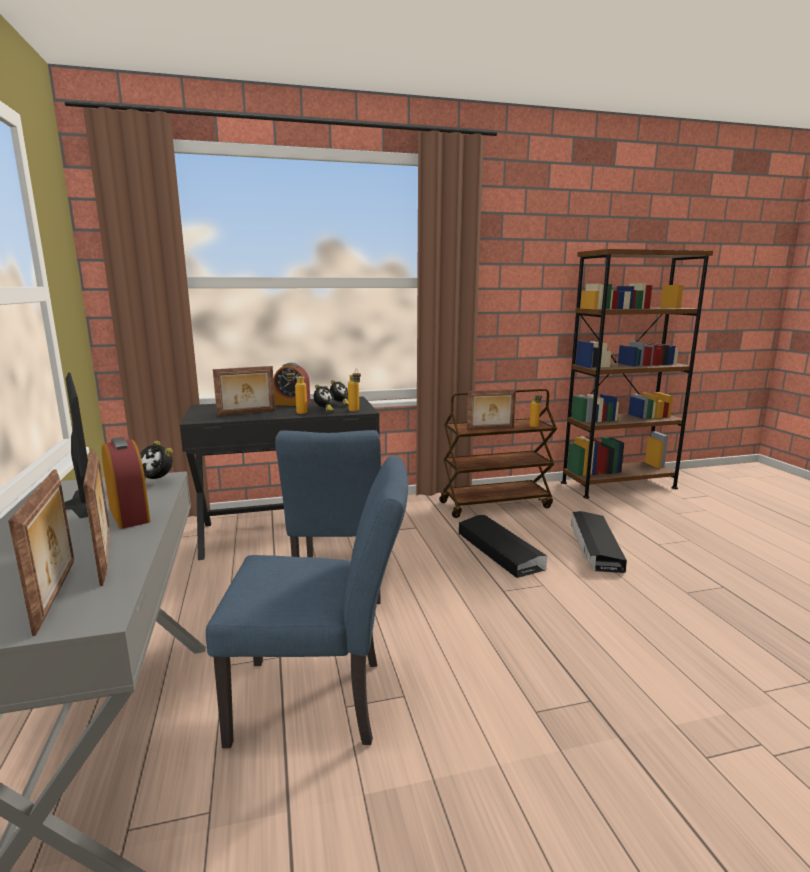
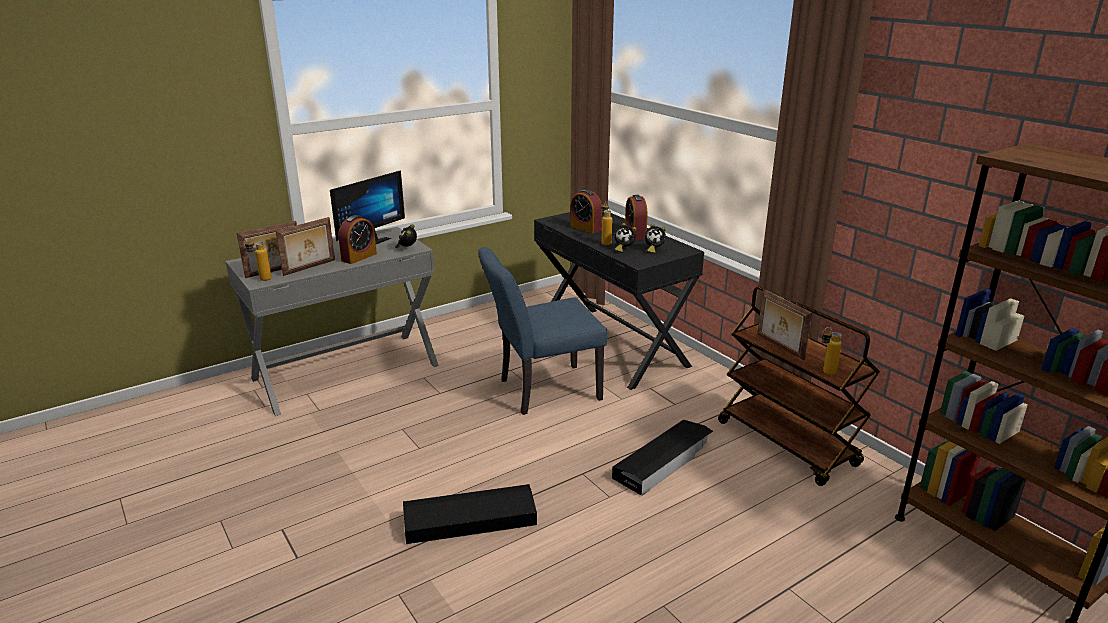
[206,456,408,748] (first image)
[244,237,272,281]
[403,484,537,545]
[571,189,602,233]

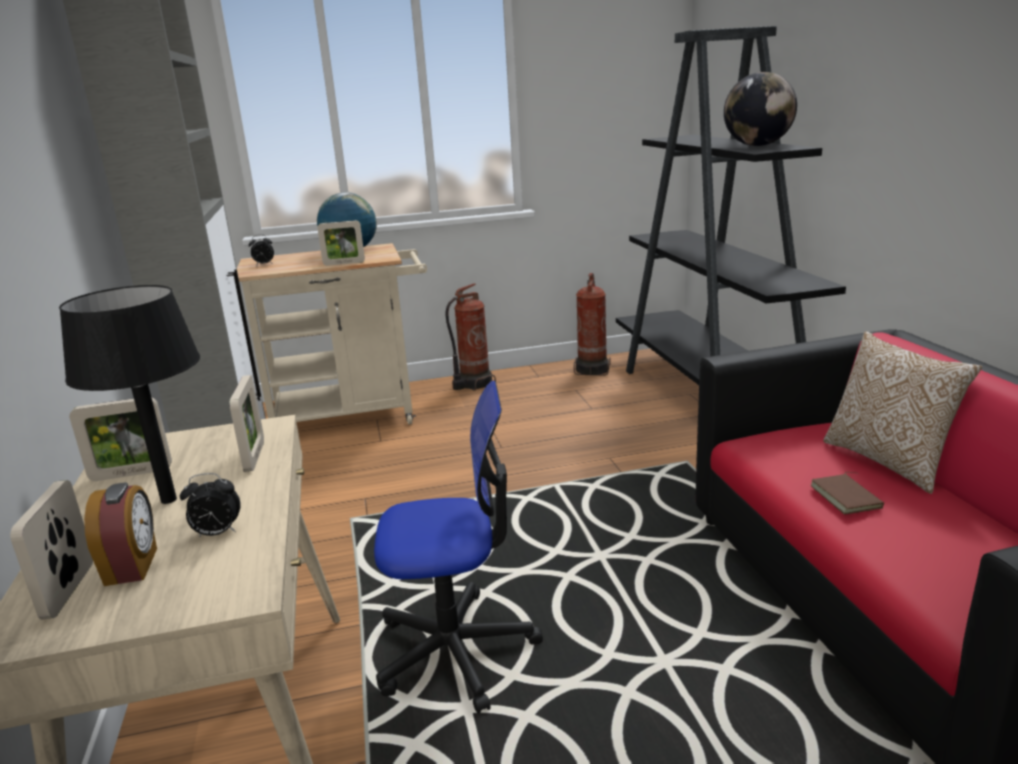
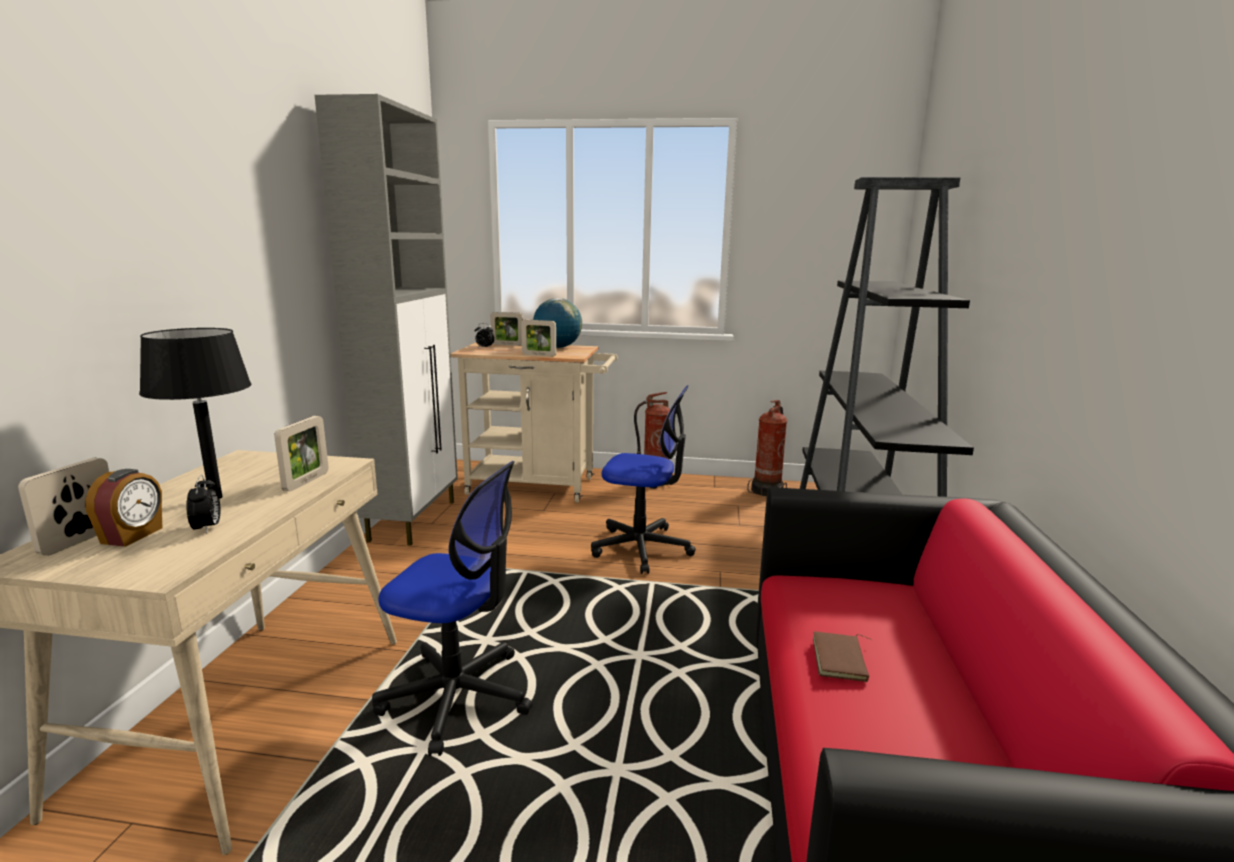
[724,72,797,146] (first image)
[823,331,982,494] (first image)
[591,385,696,574]
[490,312,523,346]
[186,475,220,534]

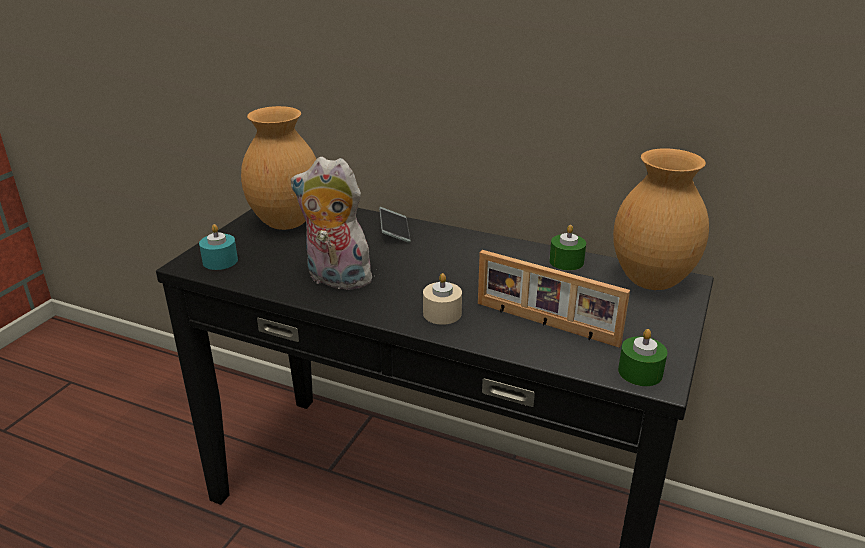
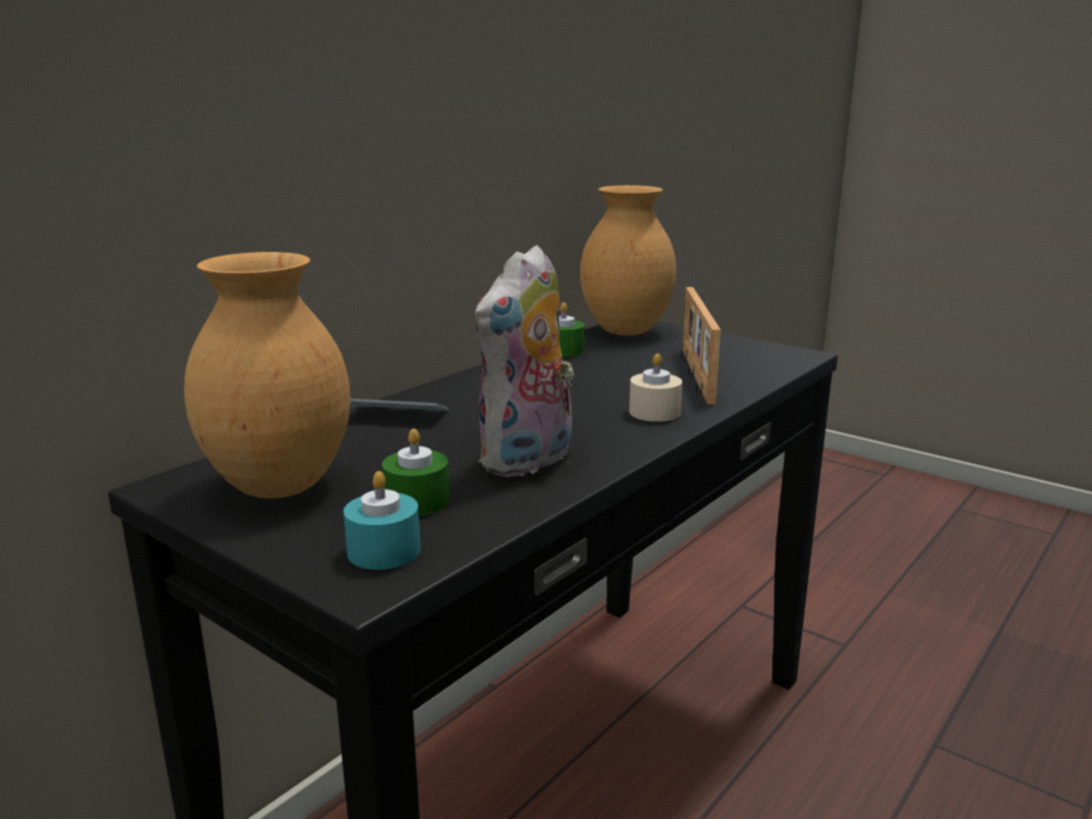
[382,429,450,516]
[681,287,721,404]

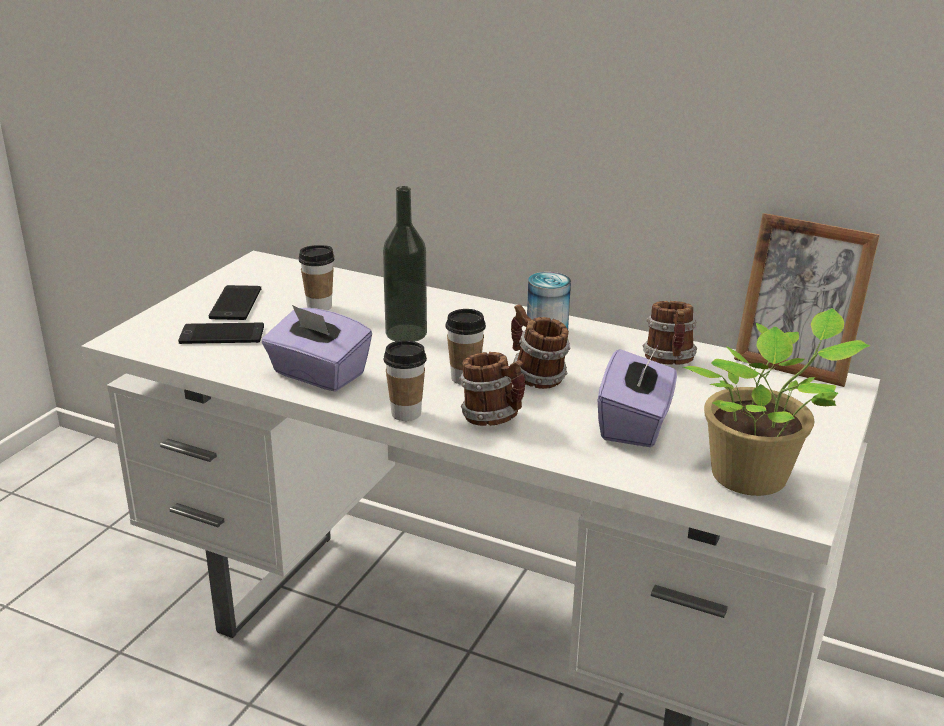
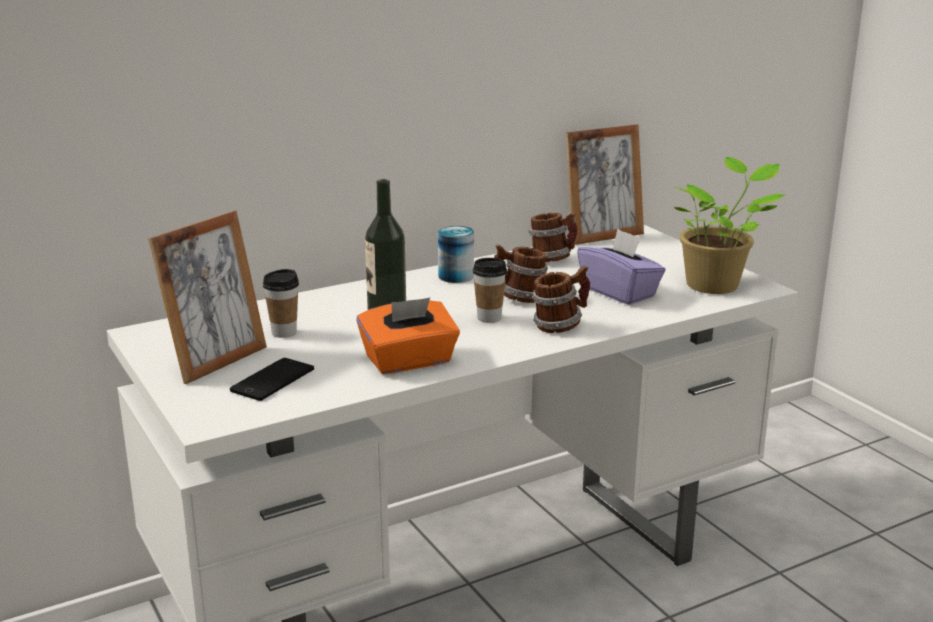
[384,340,427,421] (first image)
[148,210,267,384]
[357,298,460,374]

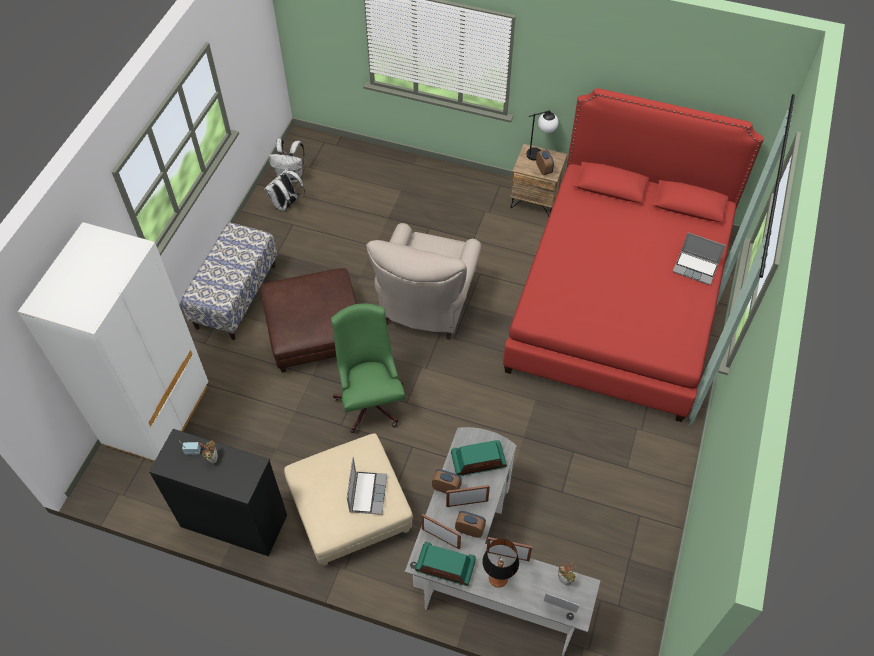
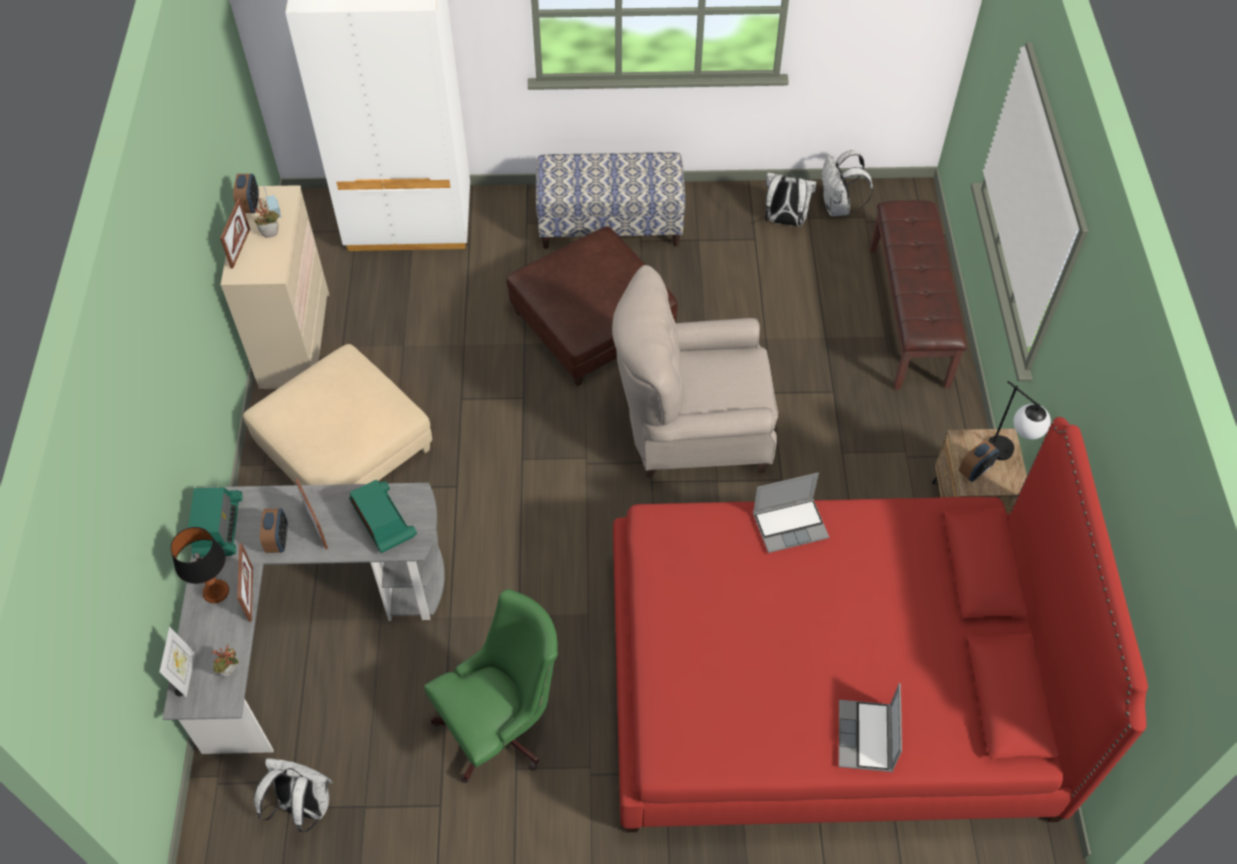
[254,759,333,832]
[870,200,967,390]
[424,589,558,783]
[753,473,829,553]
[220,198,250,269]
[233,174,259,213]
[221,185,329,390]

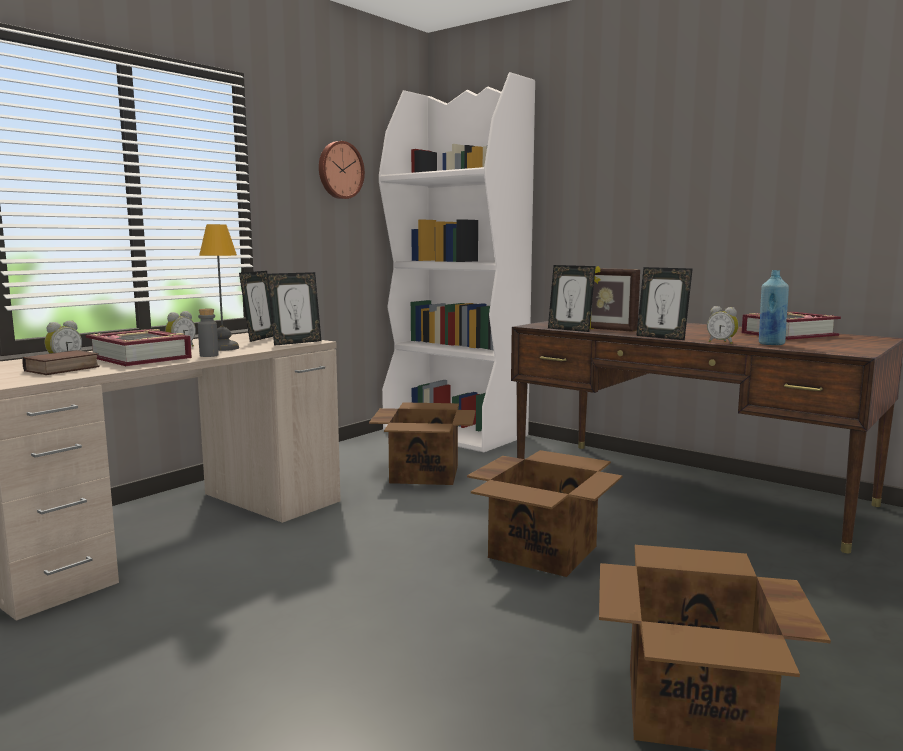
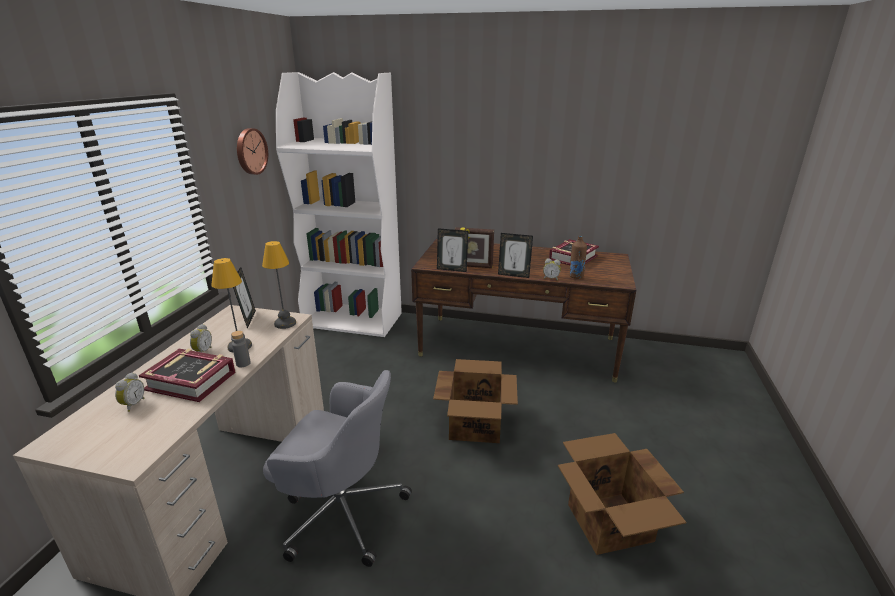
[22,350,100,375] (first image)
[369,402,476,485] (first image)
[263,370,412,567]
[262,241,296,329]
[569,236,587,279]

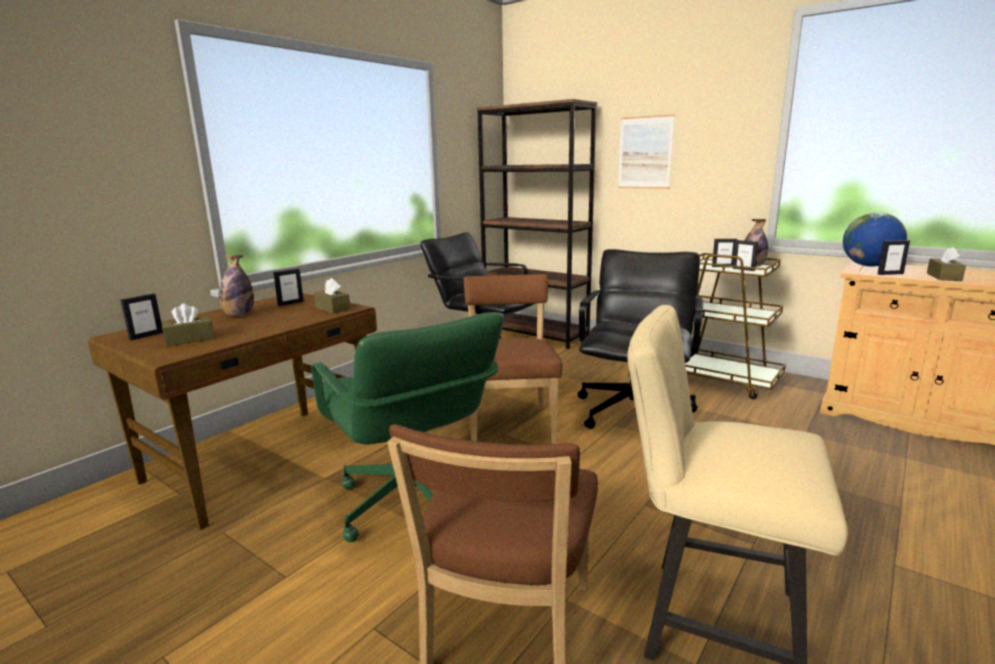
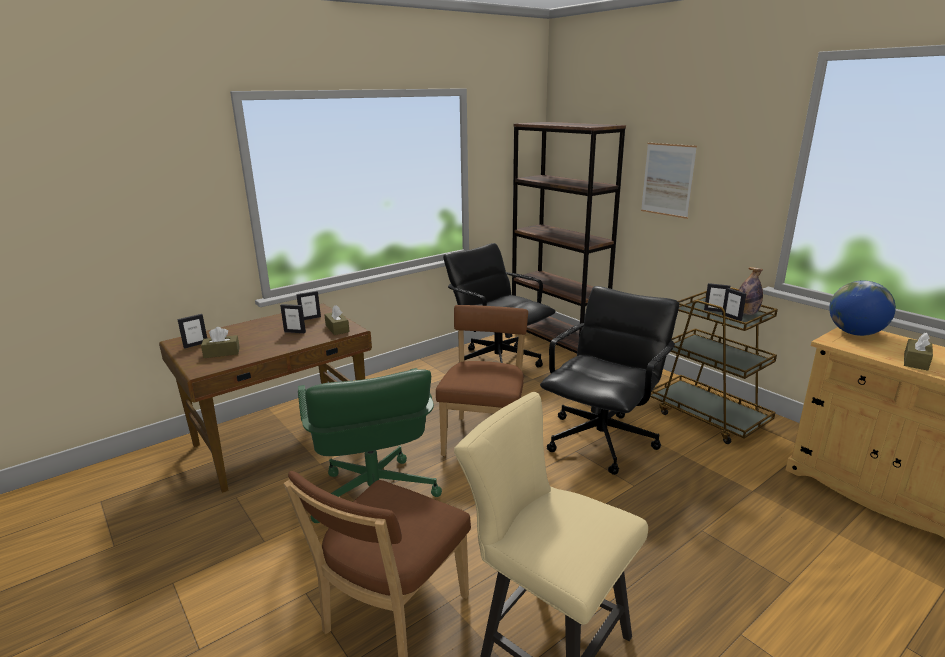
[219,255,254,316] (first image)
[280,304,306,333]

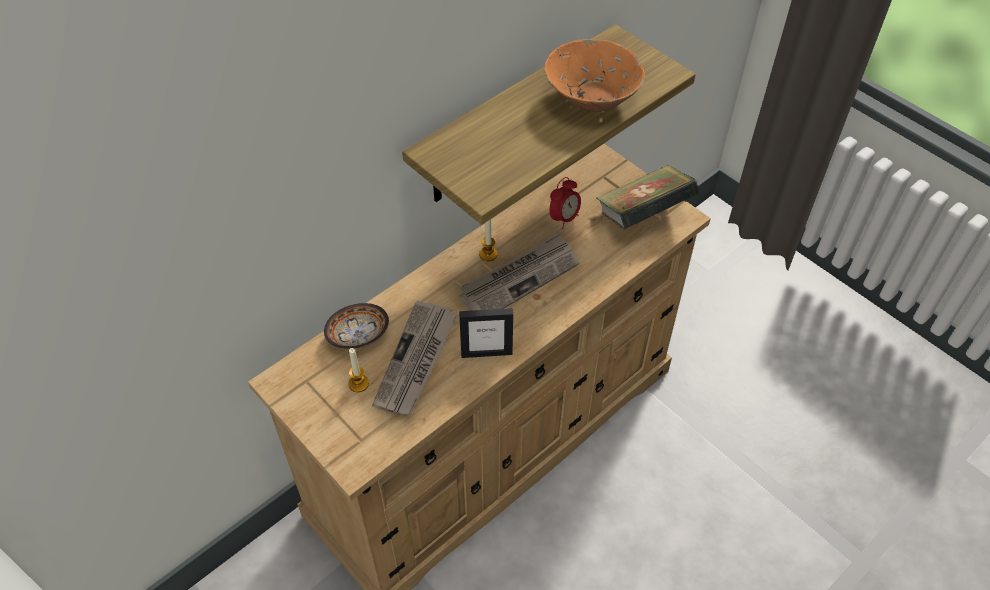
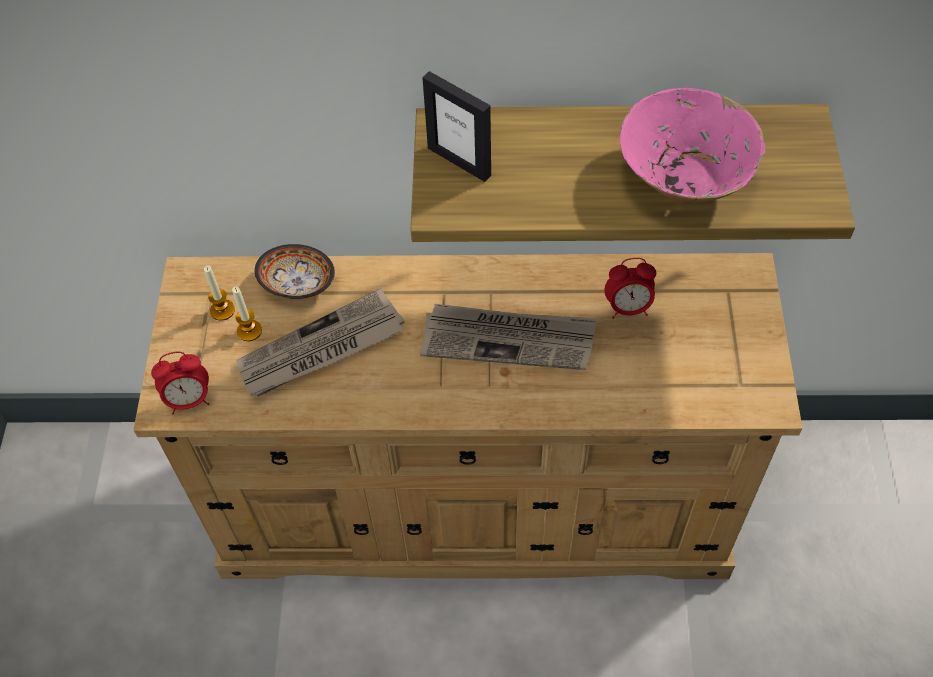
[597,165,699,229] (first image)
[151,352,209,415]
[422,71,491,182]
[204,265,235,321]
[620,88,765,203]

